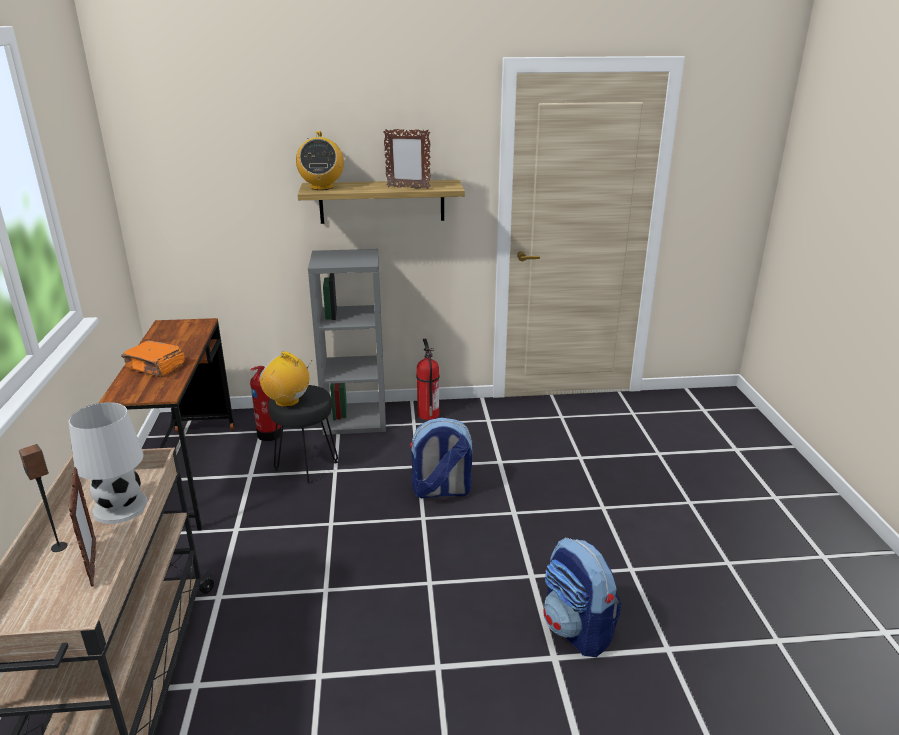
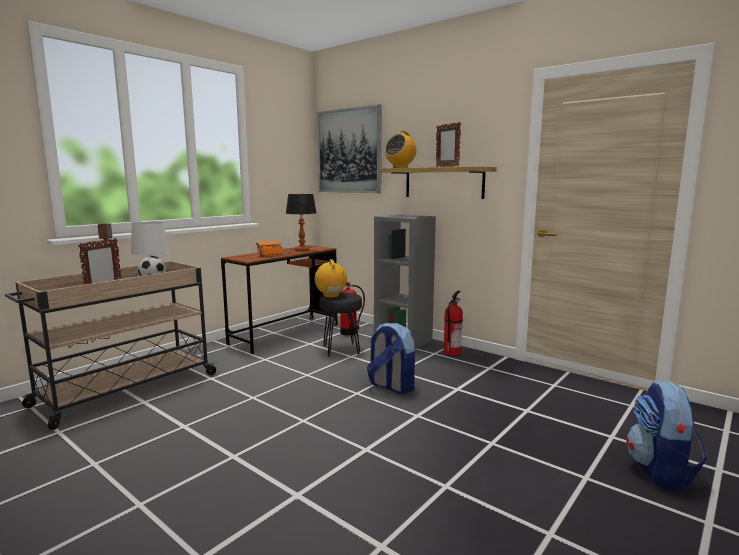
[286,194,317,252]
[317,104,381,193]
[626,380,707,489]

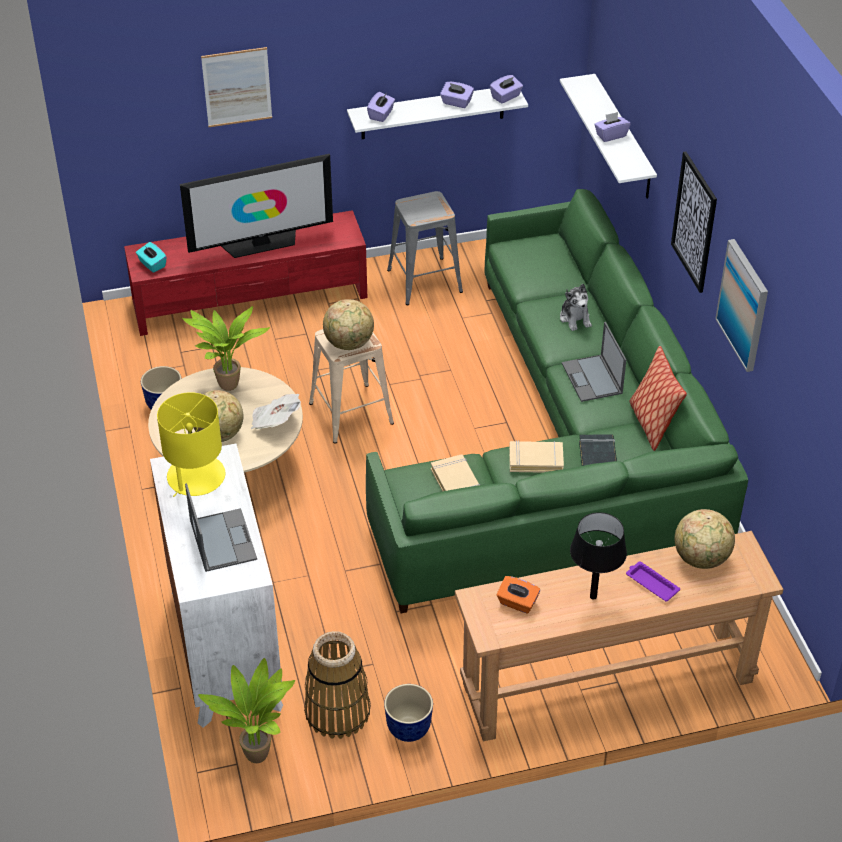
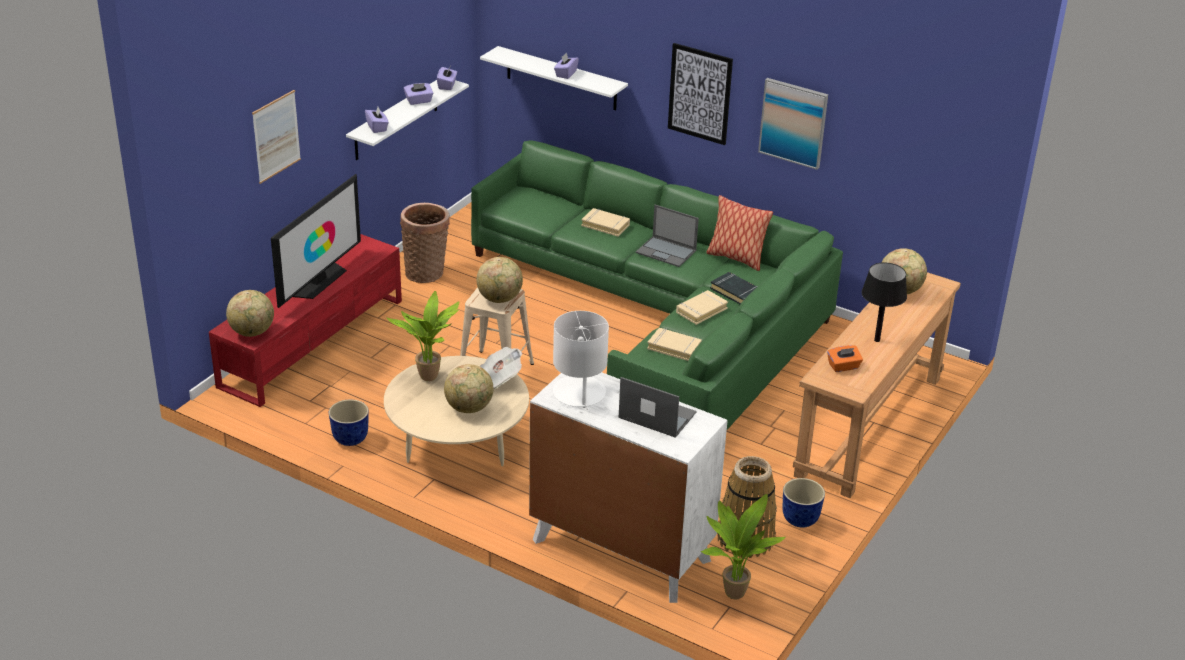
[626,561,680,601] (first image)
[226,290,274,337]
[400,203,450,283]
[581,208,630,236]
[553,311,609,410]

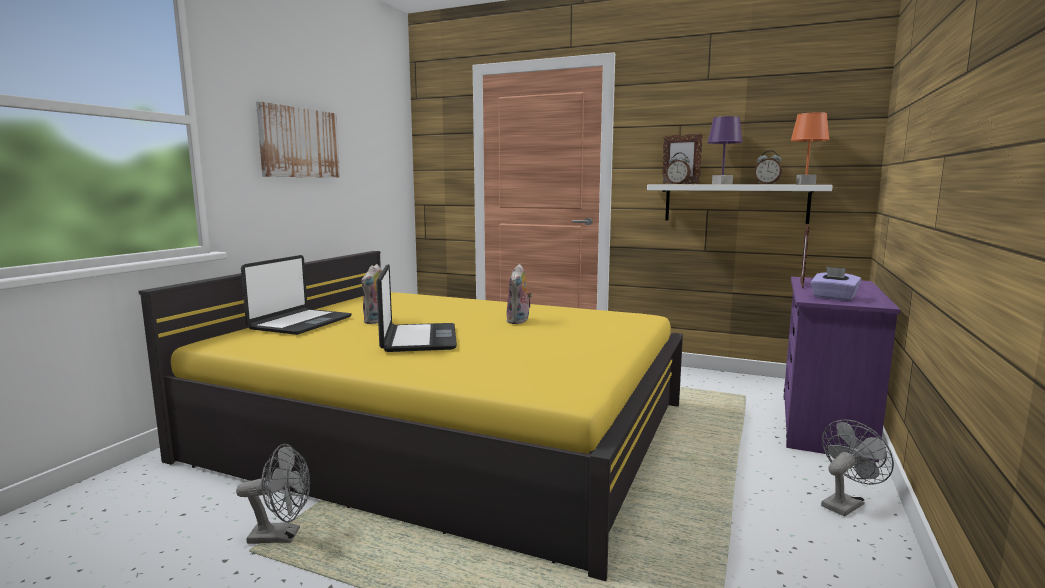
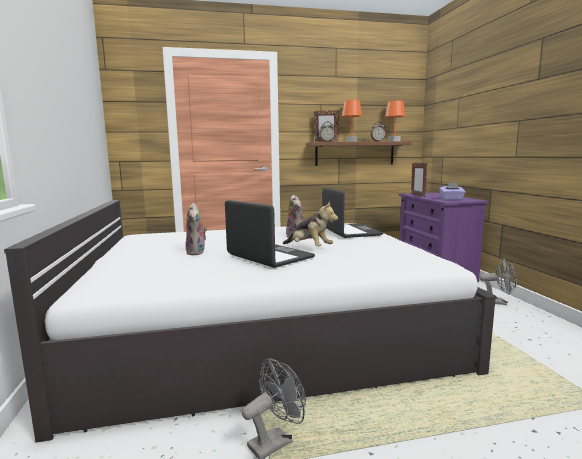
[256,102,340,178] (first image)
[283,202,338,246]
[322,187,383,238]
[4,200,497,443]
[307,141,412,166]
[342,100,362,142]
[480,258,517,305]

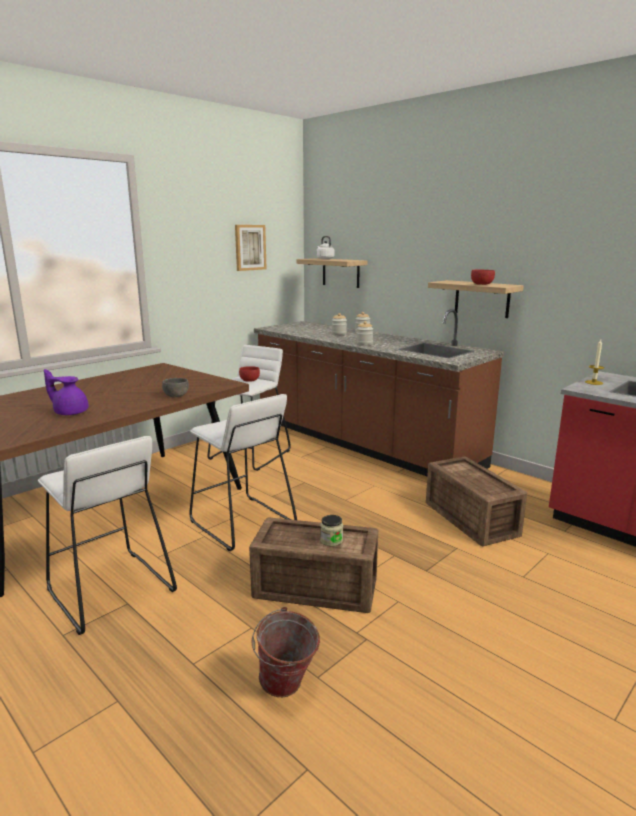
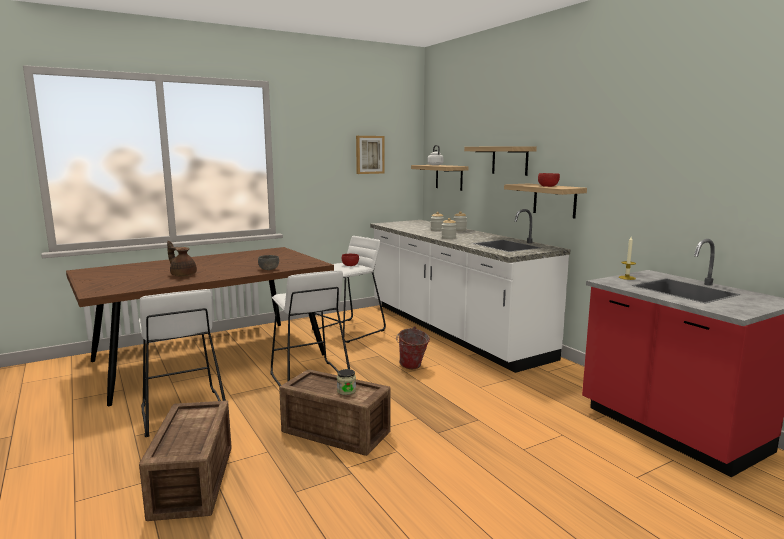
[464,146,537,176]
[396,326,430,369]
[139,401,232,521]
[167,241,197,277]
[370,209,571,373]

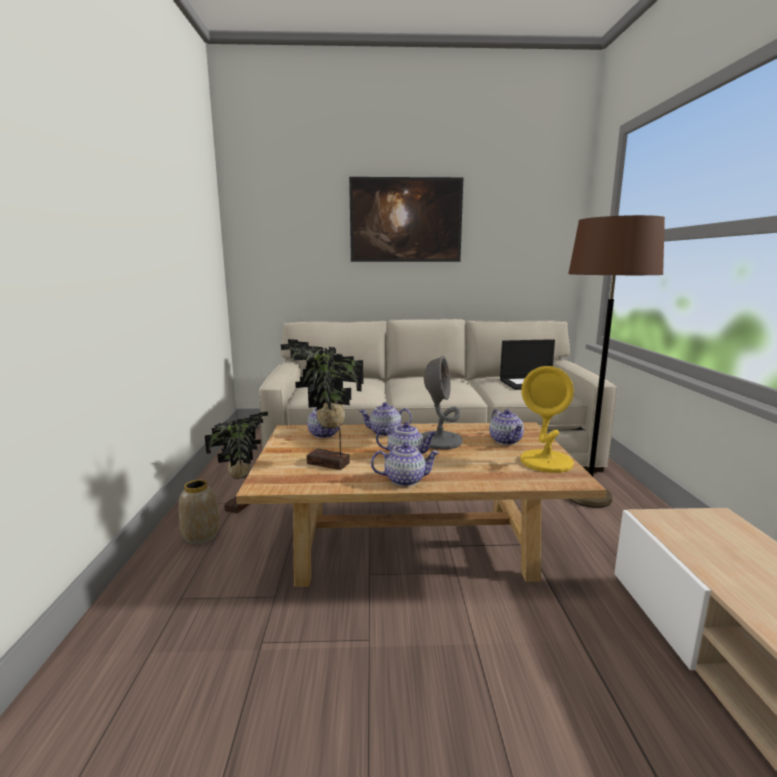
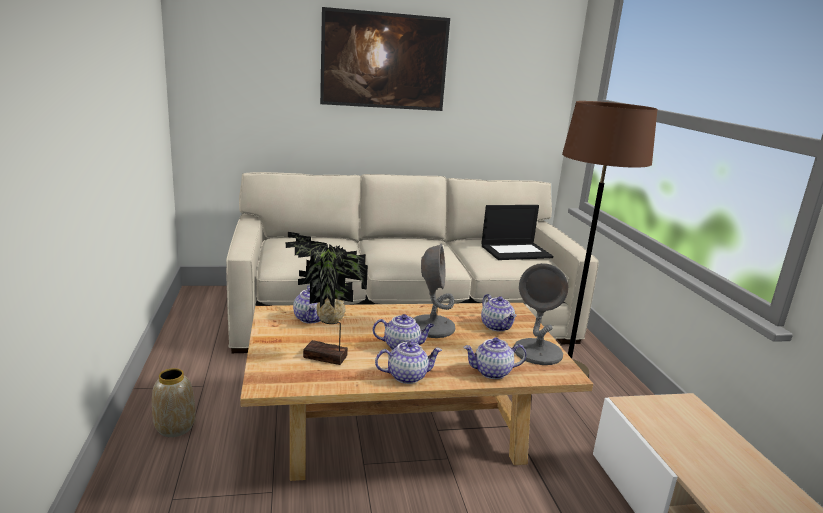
[205,412,268,513] (first image)
[463,337,526,379]
[514,263,568,365]

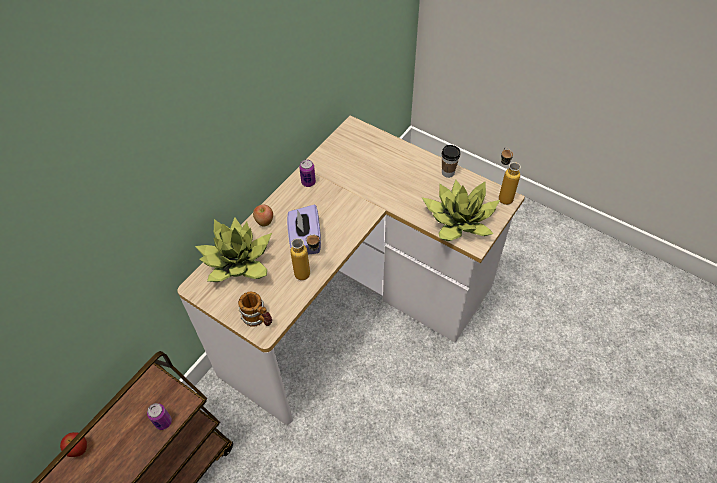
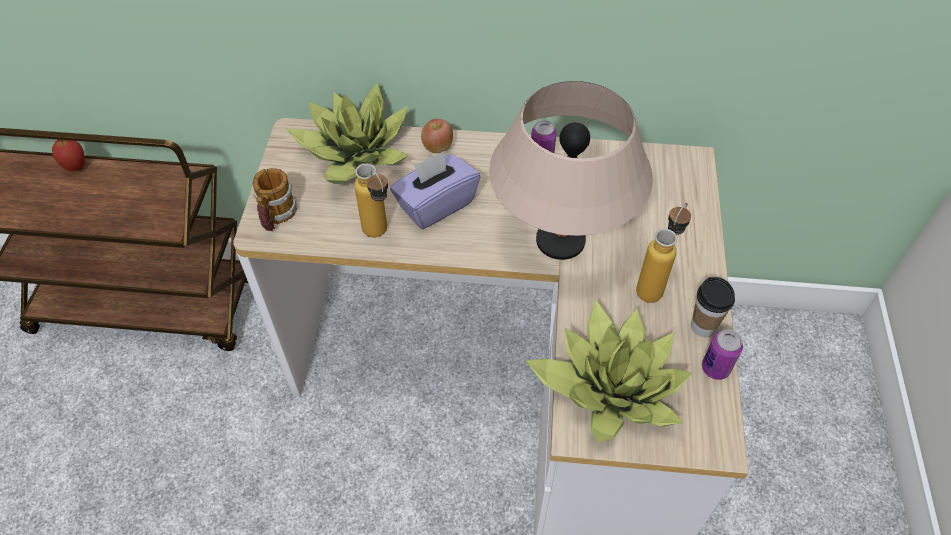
[489,81,653,260]
[702,329,743,380]
[636,203,691,303]

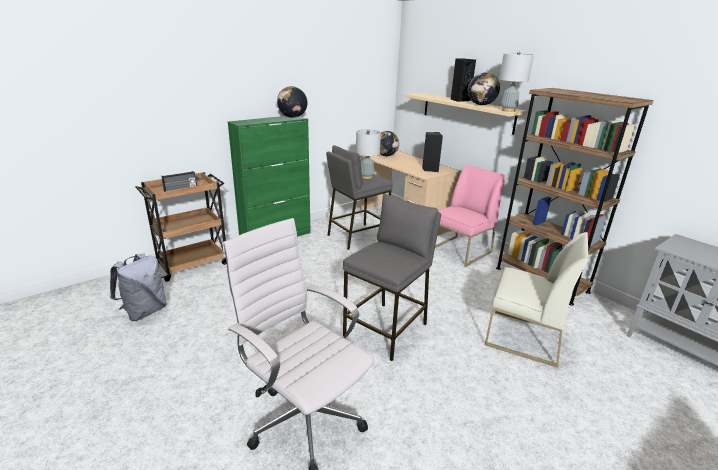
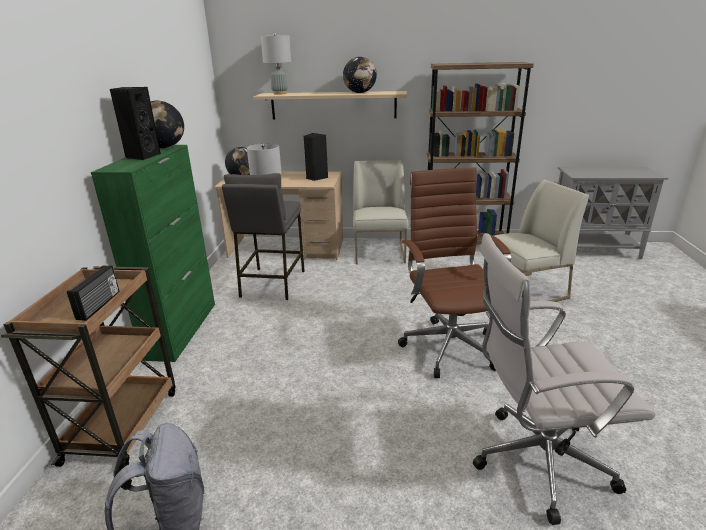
[109,87,161,160]
[261,33,291,95]
[398,167,511,378]
[353,160,409,264]

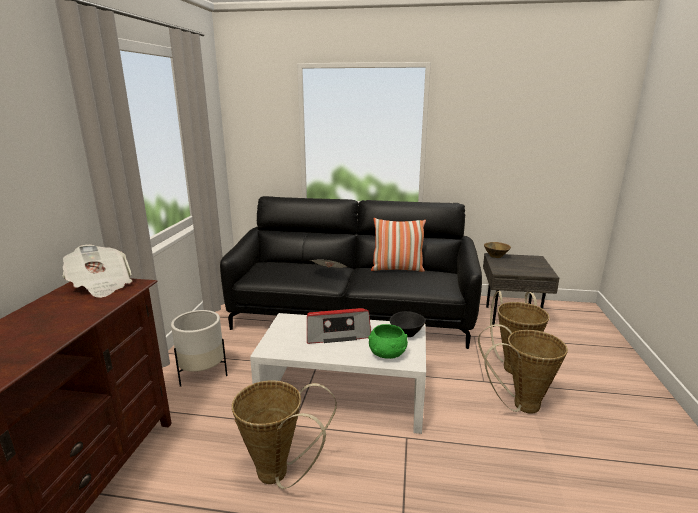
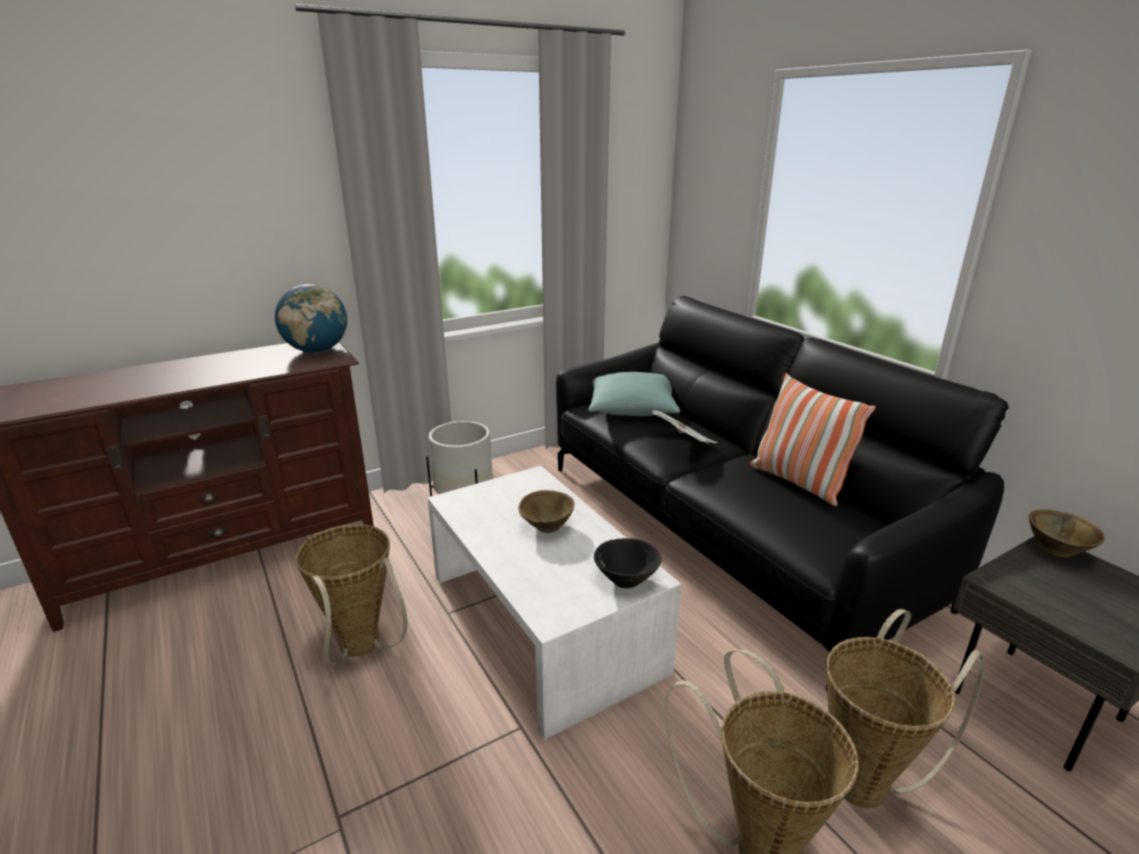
[368,324,408,359] (first image)
[588,372,680,416]
[275,284,347,353]
[518,490,574,533]

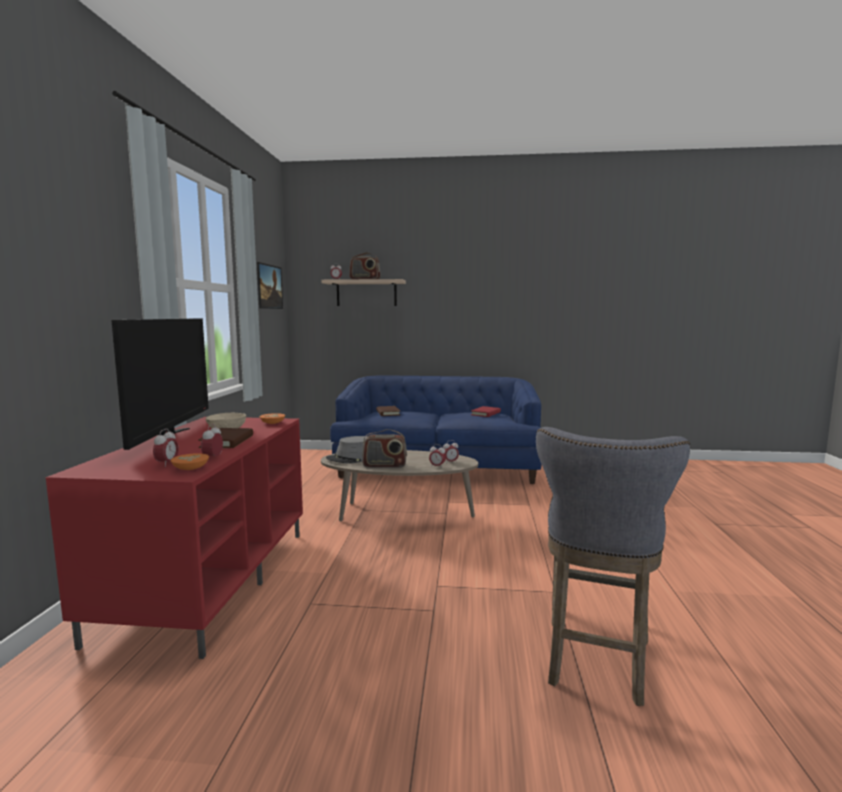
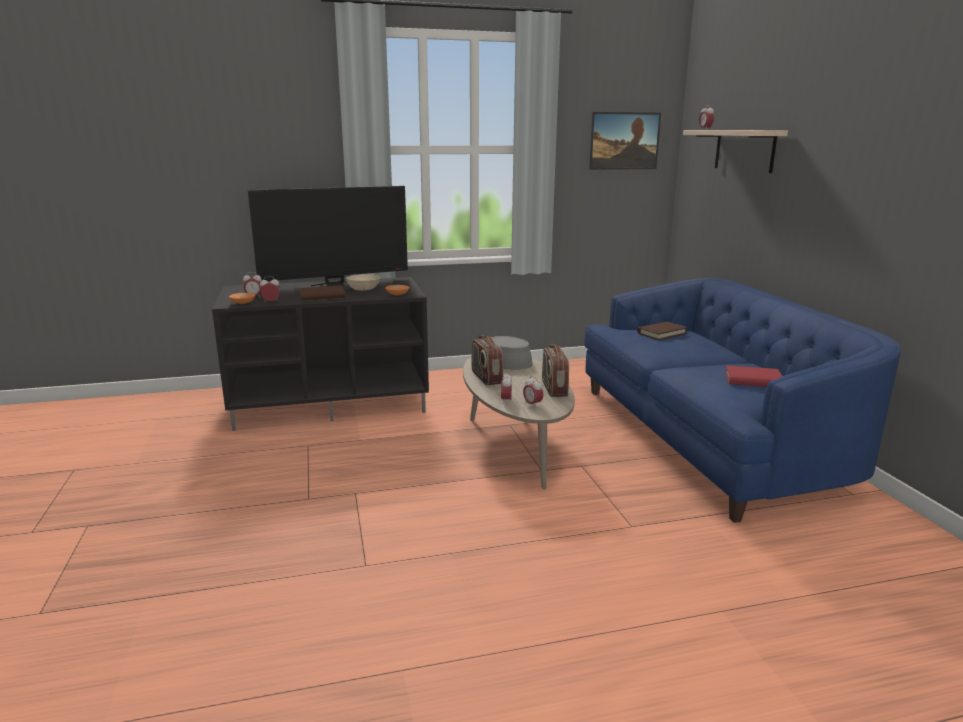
[536,427,690,706] (first image)
[542,344,569,397]
[212,277,429,431]

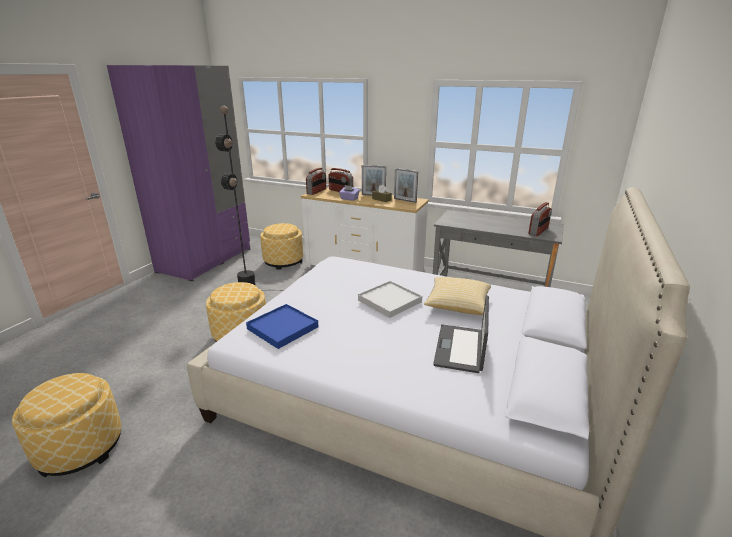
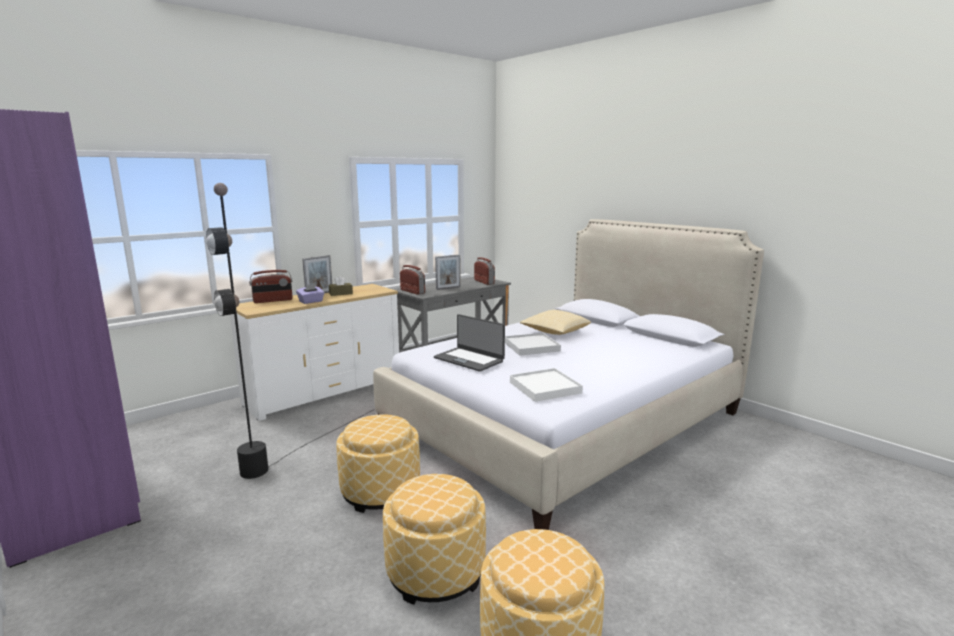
[383,474,486,605]
[400,265,425,295]
[435,255,461,290]
[434,314,505,372]
[510,368,583,402]

